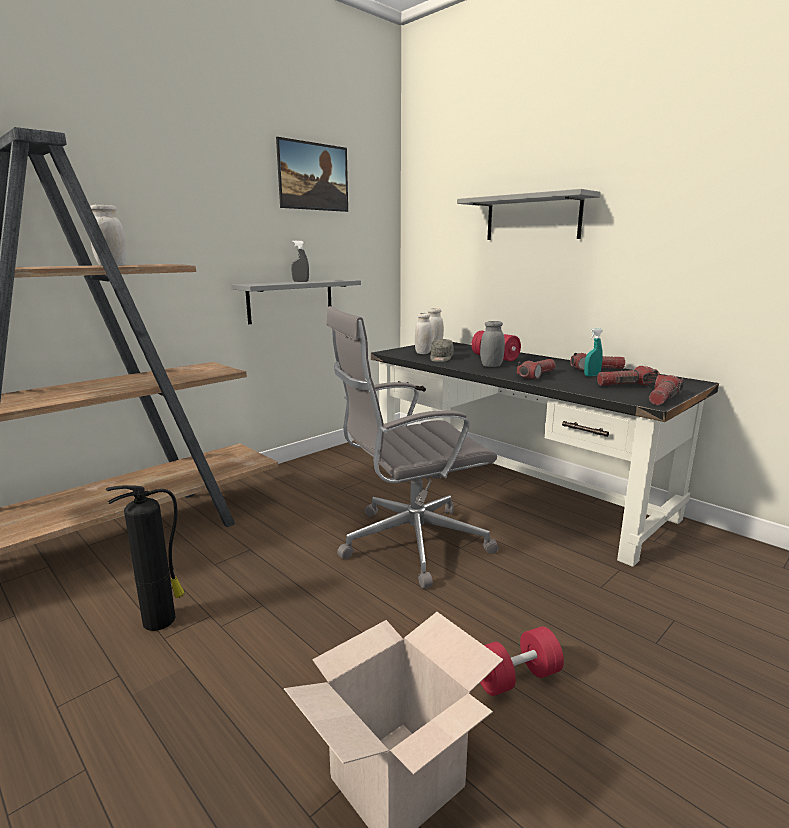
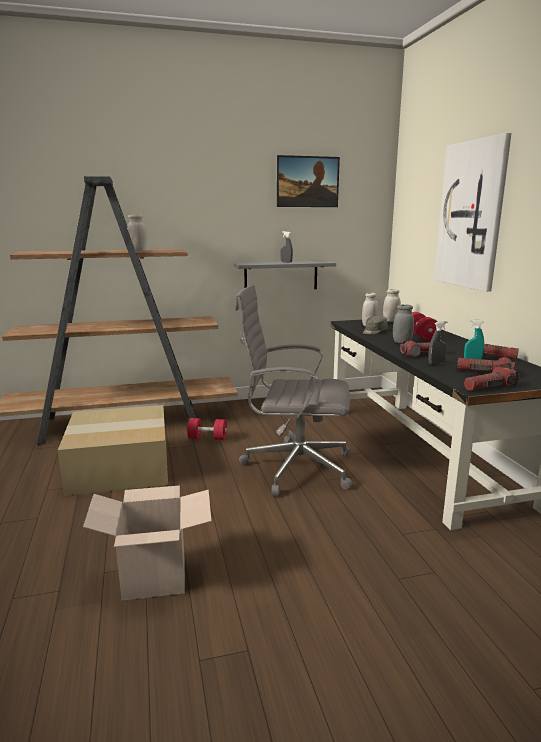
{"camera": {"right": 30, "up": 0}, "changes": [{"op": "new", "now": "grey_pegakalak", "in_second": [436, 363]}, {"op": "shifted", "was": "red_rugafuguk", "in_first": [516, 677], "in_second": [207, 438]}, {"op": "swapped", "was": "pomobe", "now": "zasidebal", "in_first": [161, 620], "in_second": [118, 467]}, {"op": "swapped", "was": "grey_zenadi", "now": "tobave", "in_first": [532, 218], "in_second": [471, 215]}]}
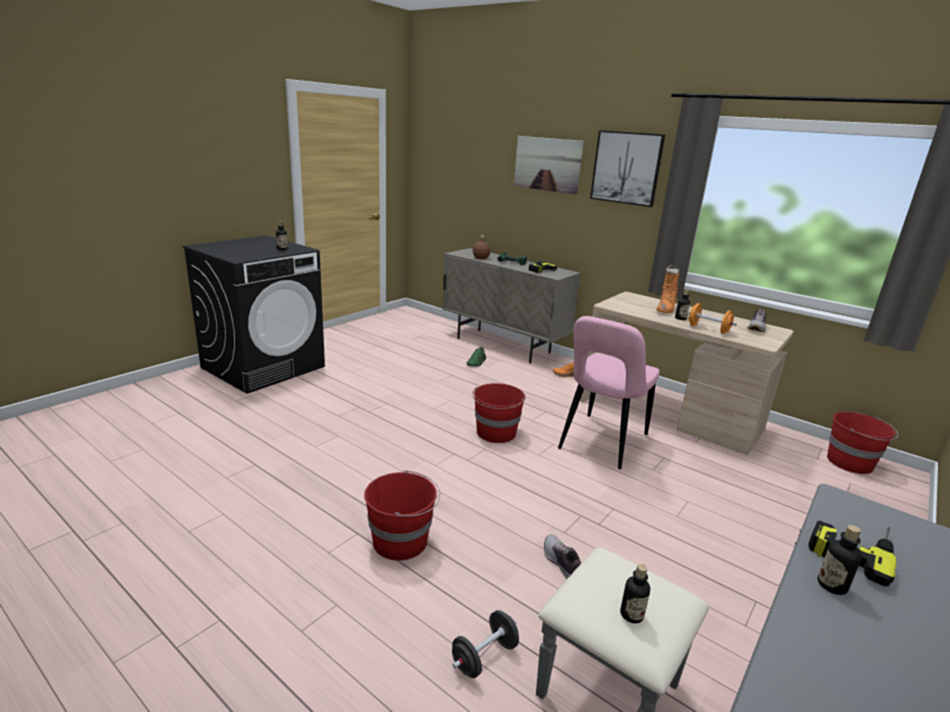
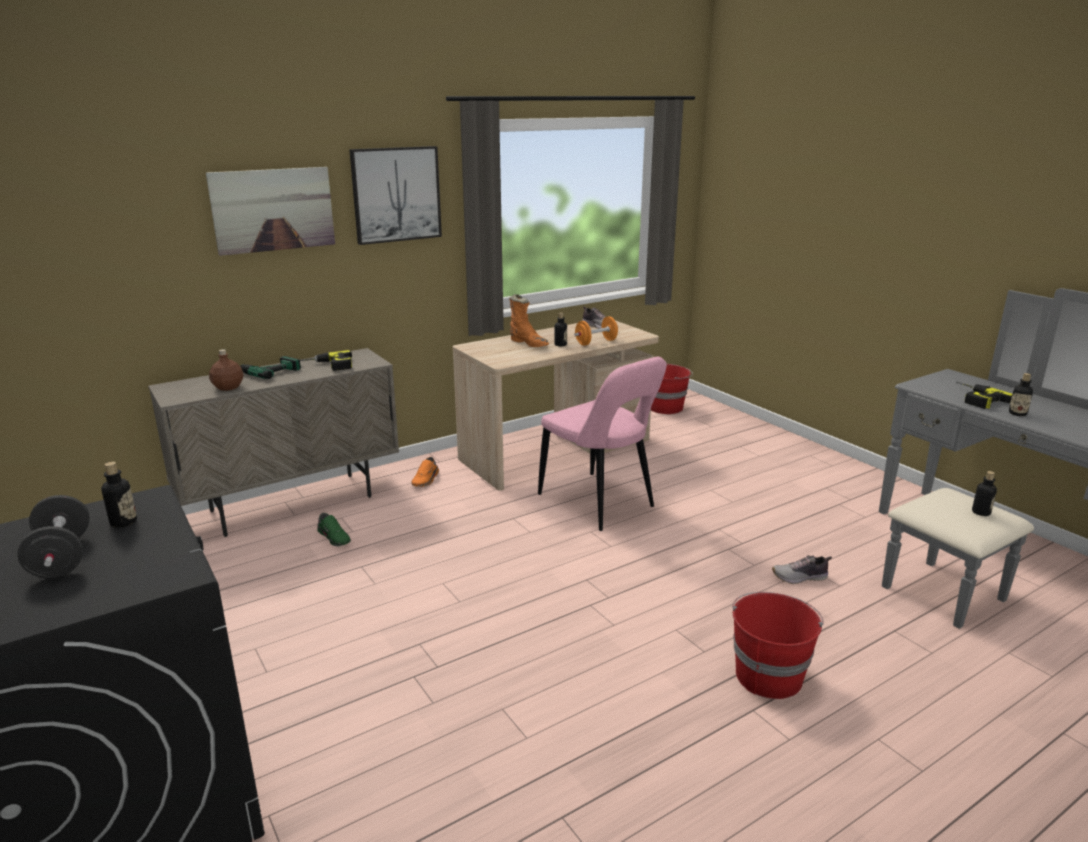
{"camera": {"right": -70, "up": 0}, "changes": [{"op": "gone", "was": "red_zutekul", "in_first": [496, 433]}, {"op": "shifted", "was": "black_rugafuguk", "in_first": [484, 657], "in_second": [61, 558]}]}
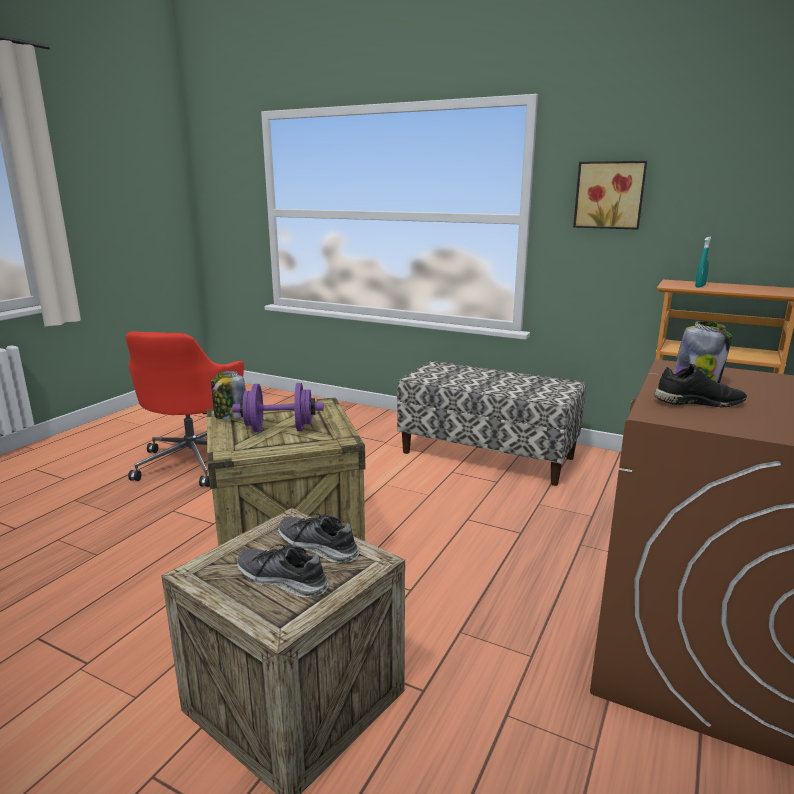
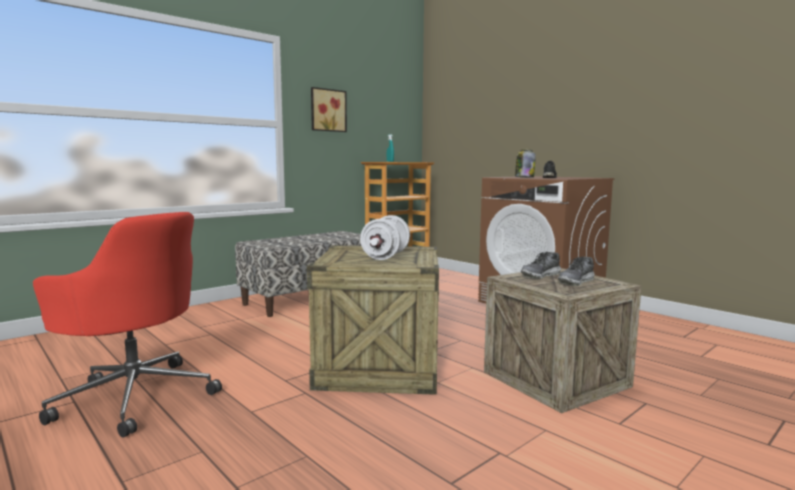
{"camera": {"right": -70, "up": -10}, "changes": [{"op": "gone", "was": "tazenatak", "in_first": [230, 416]}, {"op": "repainted", "was": "purple_rugafuguk", "now": "white_rugafuguk", "in_first": [279, 429], "in_second": [385, 256]}]}
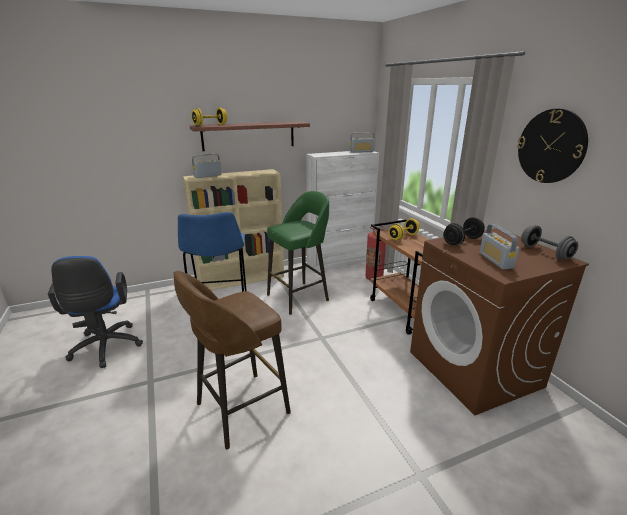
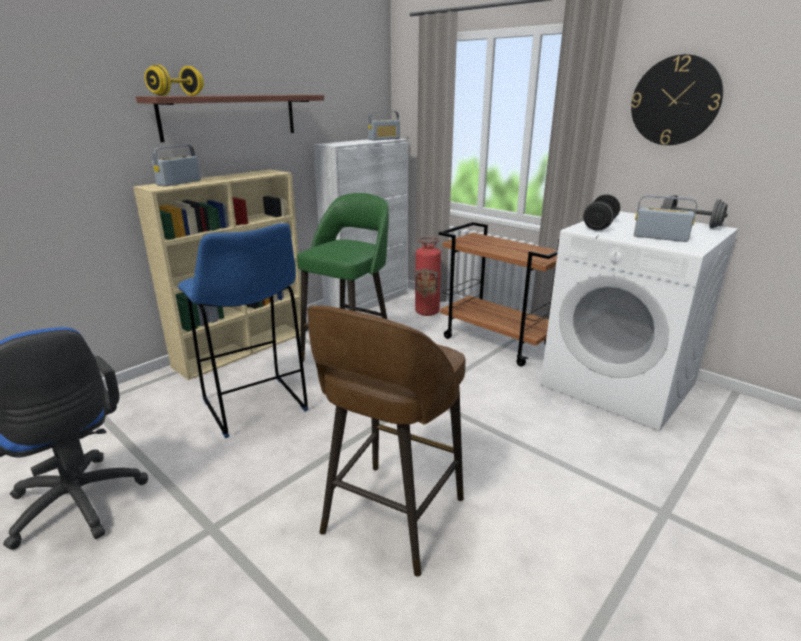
{"camera": {"right": -25, "up": 0}, "changes": [{"op": "gone", "was": "yellow_rugafuguk", "in_first": [403, 237]}, {"op": "repainted", "was": "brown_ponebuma", "now": "white_ponebuma", "in_first": [475, 369], "in_second": [619, 384]}, {"op": "rotated", "was": "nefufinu", "in_first": [496, 260], "in_second": [660, 237], "clockwise": 150}]}
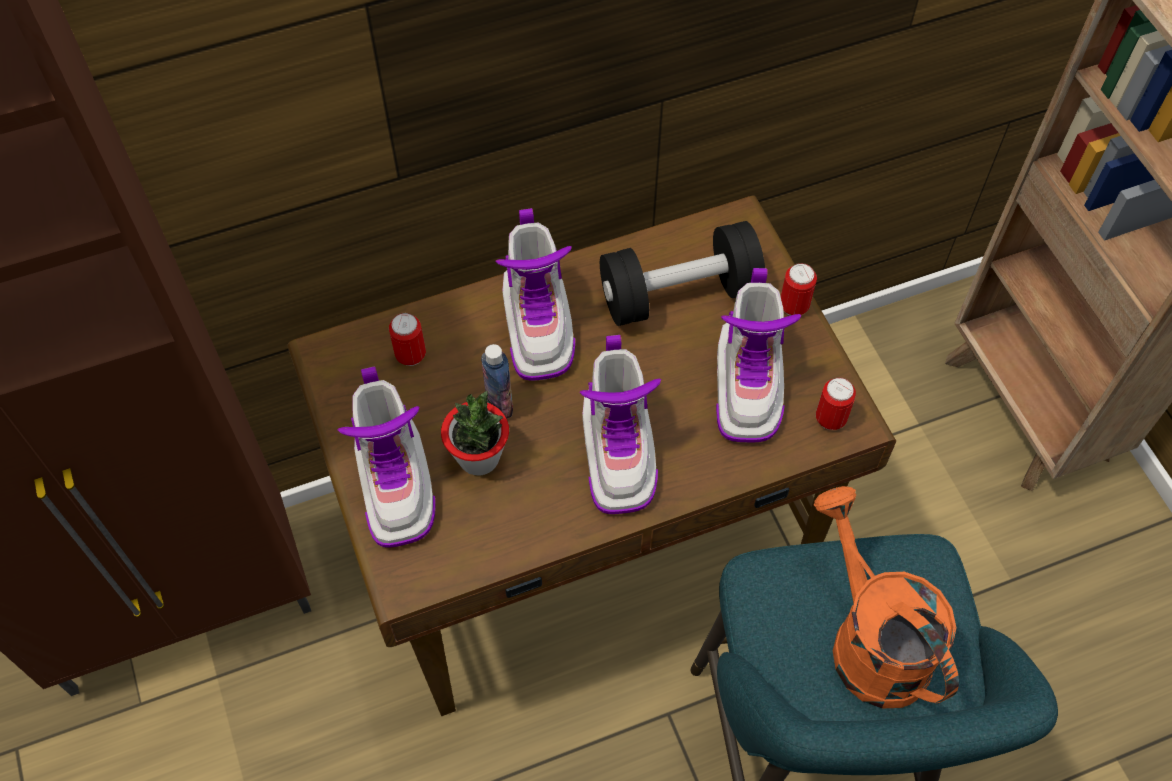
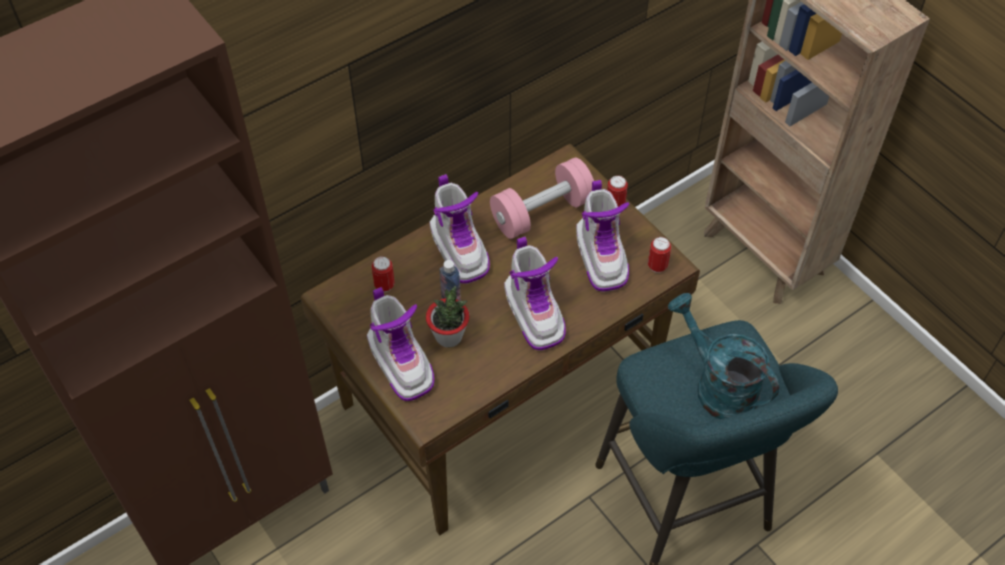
{"camera": {"right": -15, "up": -5}, "changes": [{"op": "repainted", "was": "black_rugafuguk", "now": "pink_rugafuguk", "in_first": [679, 294], "in_second": [542, 212]}, {"op": "repainted", "was": "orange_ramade", "now": "turquoise_ramade", "in_first": [869, 639], "in_second": [717, 386]}]}
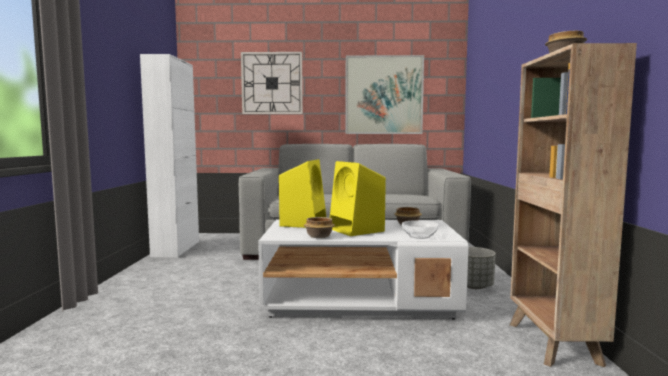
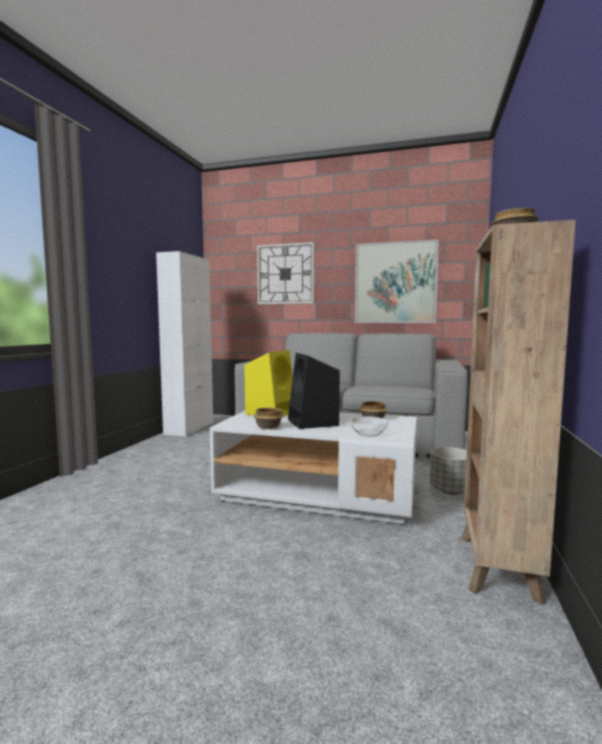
{"camera": {"right": 15, "up": 0}, "changes": [{"op": "repainted", "was": "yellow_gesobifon", "now": "black_gesobifon", "in_first": [357, 230], "in_second": [313, 423]}]}
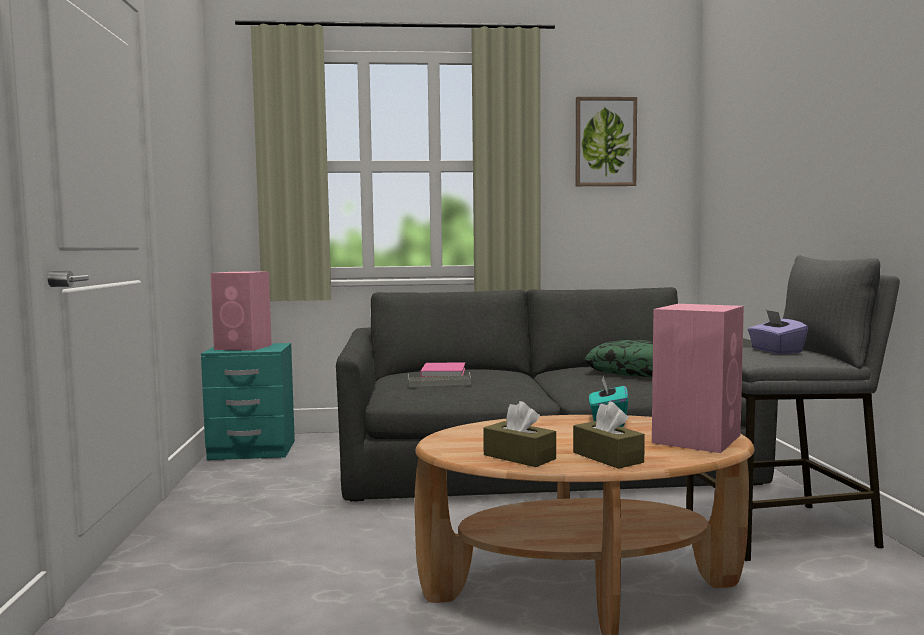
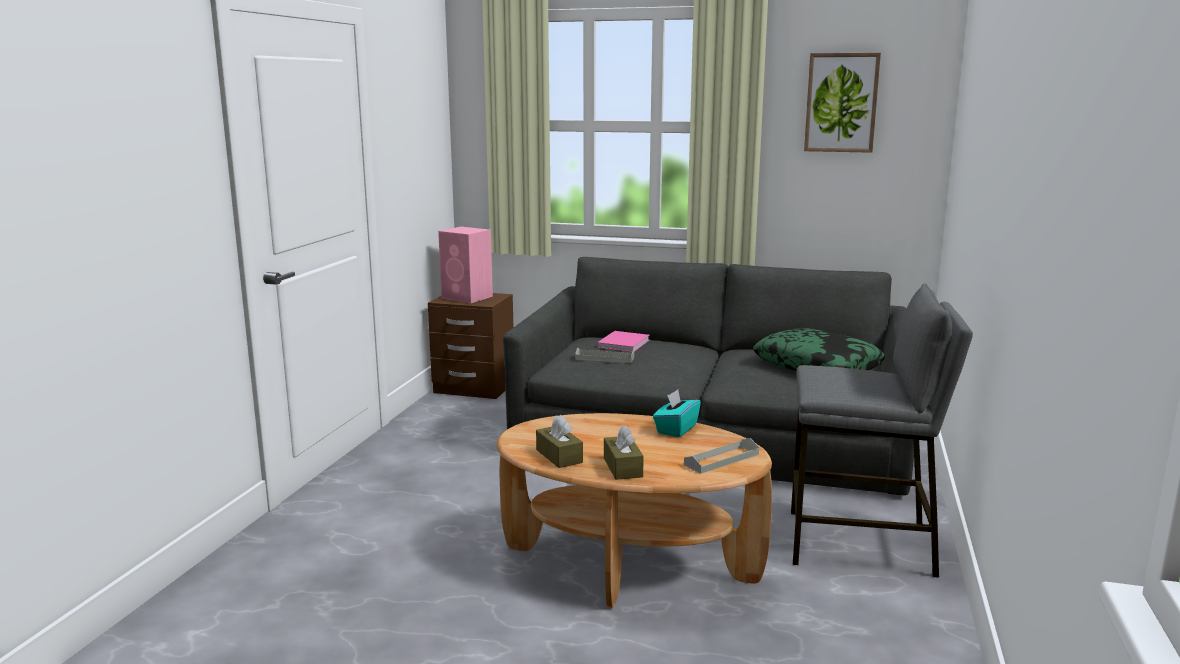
{"camera": {"right": 20, "up": 10}, "changes": [{"op": "gone", "was": "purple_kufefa", "in_first": [775, 351]}, {"op": "swapped", "was": "pink_gesobifon", "now": "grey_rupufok", "in_first": [697, 438], "in_second": [721, 459]}, {"op": "repainted", "was": "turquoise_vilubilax", "now": "brown_vilubilax", "in_first": [252, 450], "in_second": [474, 388]}]}
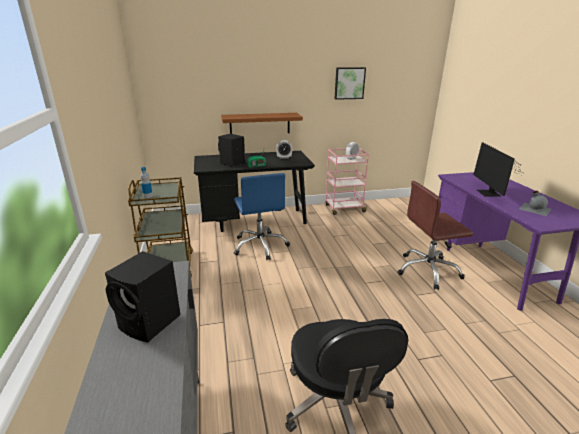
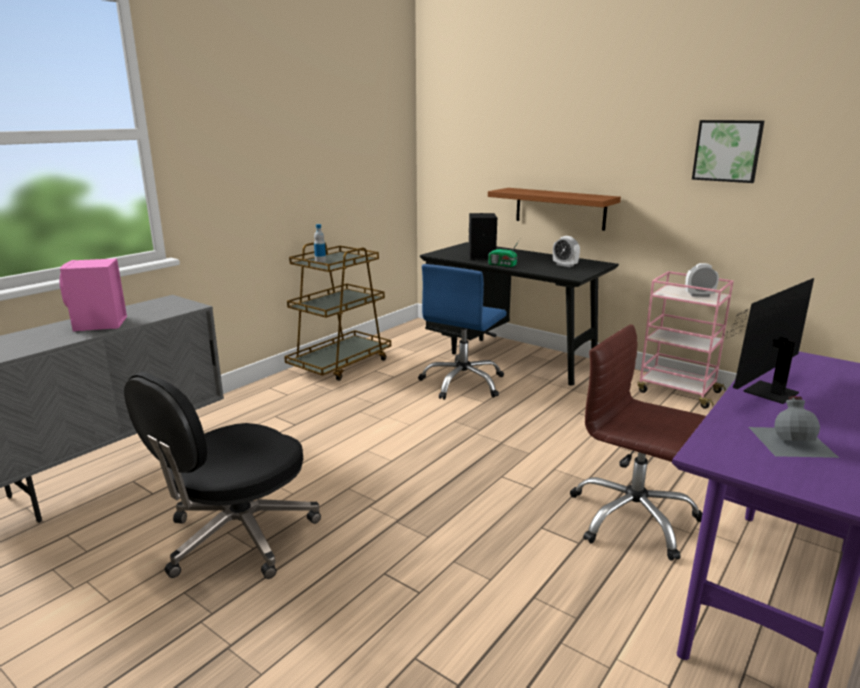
{"camera": {"right": 50, "up": -5}, "changes": [{"op": "repainted", "was": "black_gesobifon", "now": "pink_gesobifon", "in_first": [151, 323], "in_second": [99, 325]}]}
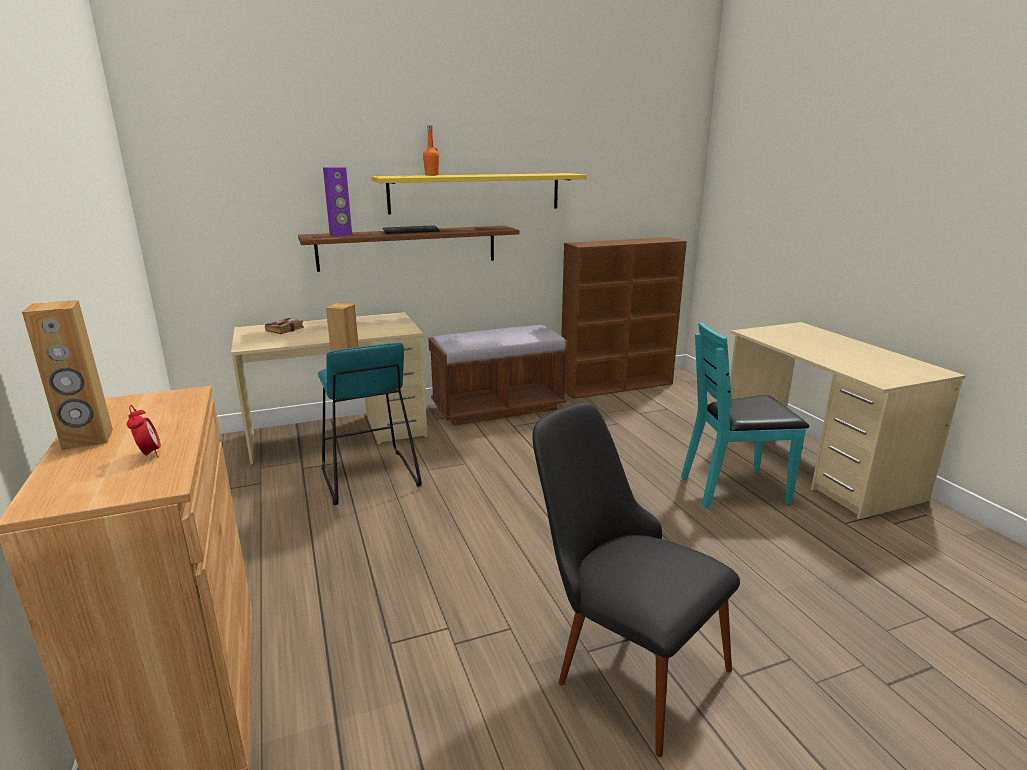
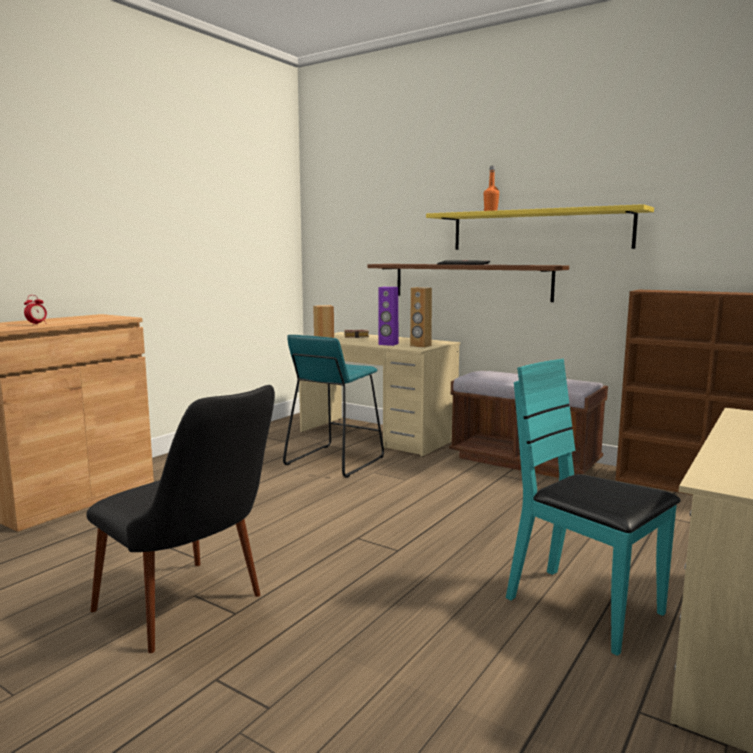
{"camera": {"right": 55, "up": -10}, "changes": [{"op": "shifted", "was": "brown_gesobifon", "in_first": [87, 439], "in_second": [420, 346]}, {"op": "shifted", "was": "purple_gesobifon", "in_first": [341, 234], "in_second": [388, 344]}, {"op": "rotated", "was": "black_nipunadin", "in_first": [621, 660], "in_second": [194, 612], "clockwise": 120}]}
